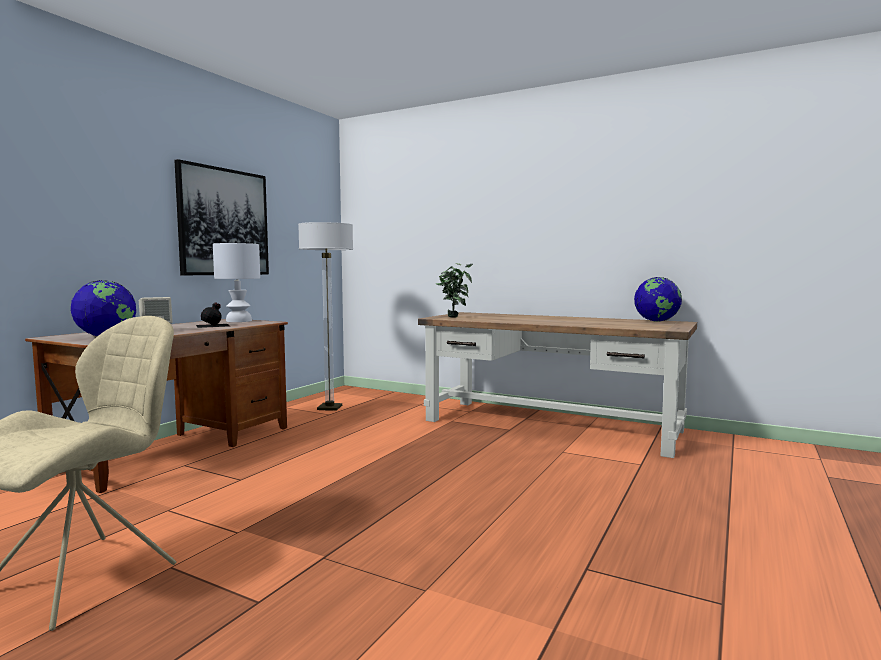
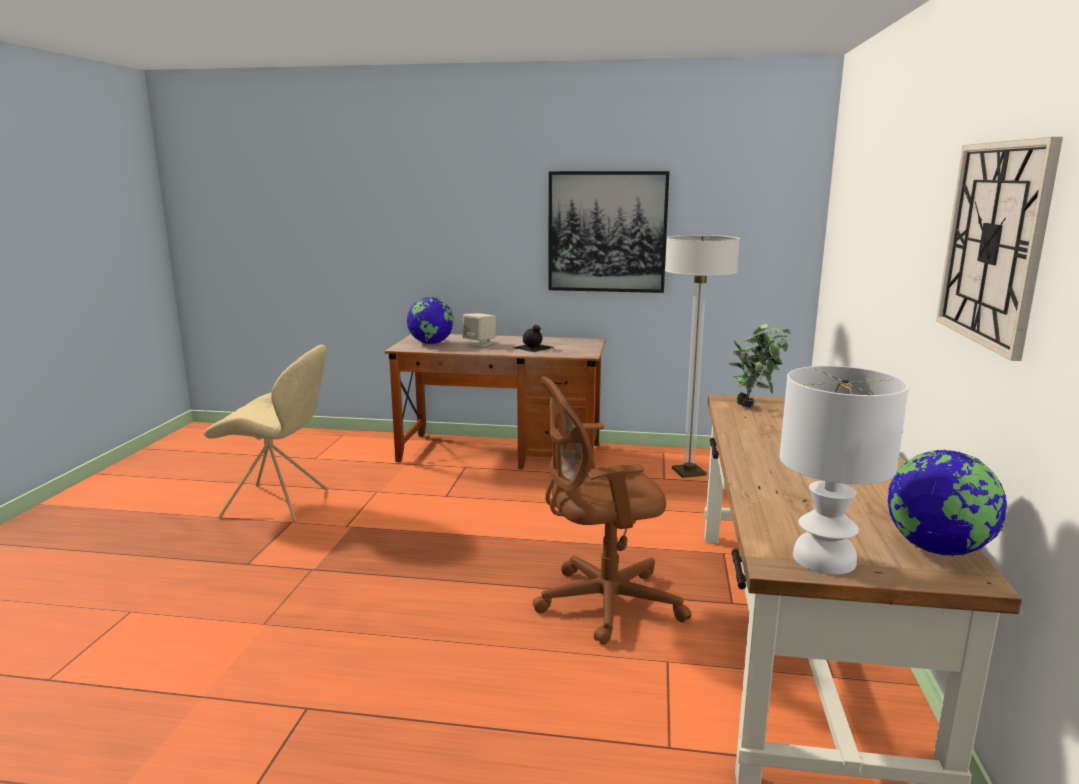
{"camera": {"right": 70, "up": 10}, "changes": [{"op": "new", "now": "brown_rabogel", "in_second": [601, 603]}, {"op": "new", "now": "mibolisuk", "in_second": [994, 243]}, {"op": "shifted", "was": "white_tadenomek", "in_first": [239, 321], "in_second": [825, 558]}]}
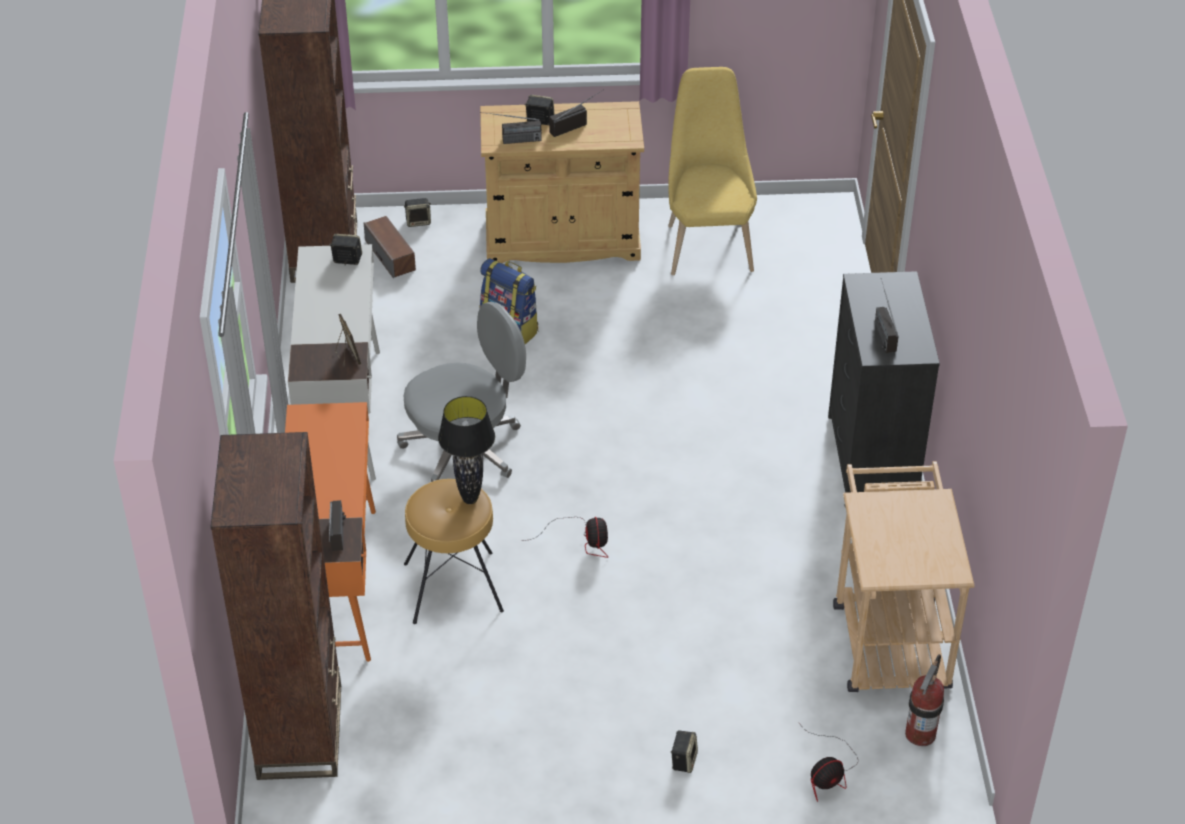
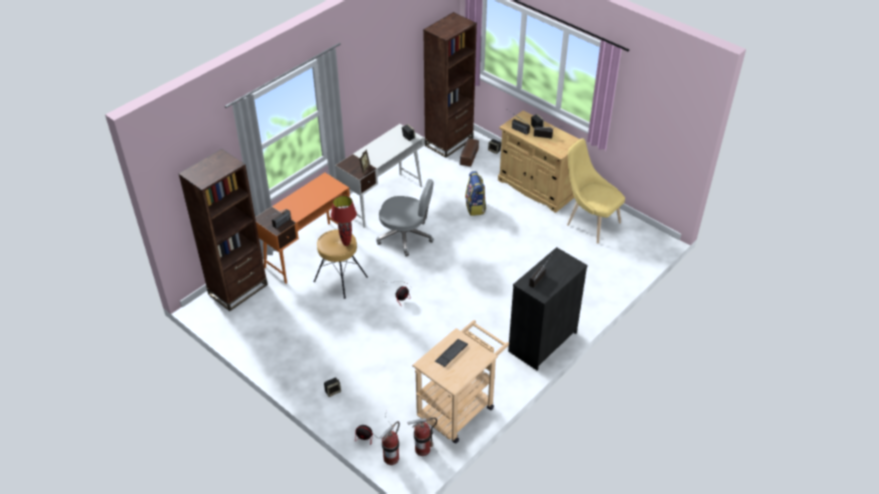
{"camera": {"right": 45, "up": 0}, "changes": [{"op": "new", "now": "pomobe", "in_second": [391, 458]}, {"op": "new", "now": "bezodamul", "in_second": [451, 353]}, {"op": "repainted", "was": "black_tadenomek", "now": "red_tadenomek", "in_first": [469, 499], "in_second": [346, 243]}, {"op": "rotated", "was": "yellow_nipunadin", "in_first": [707, 243], "in_second": [590, 222], "clockwise": -90}]}
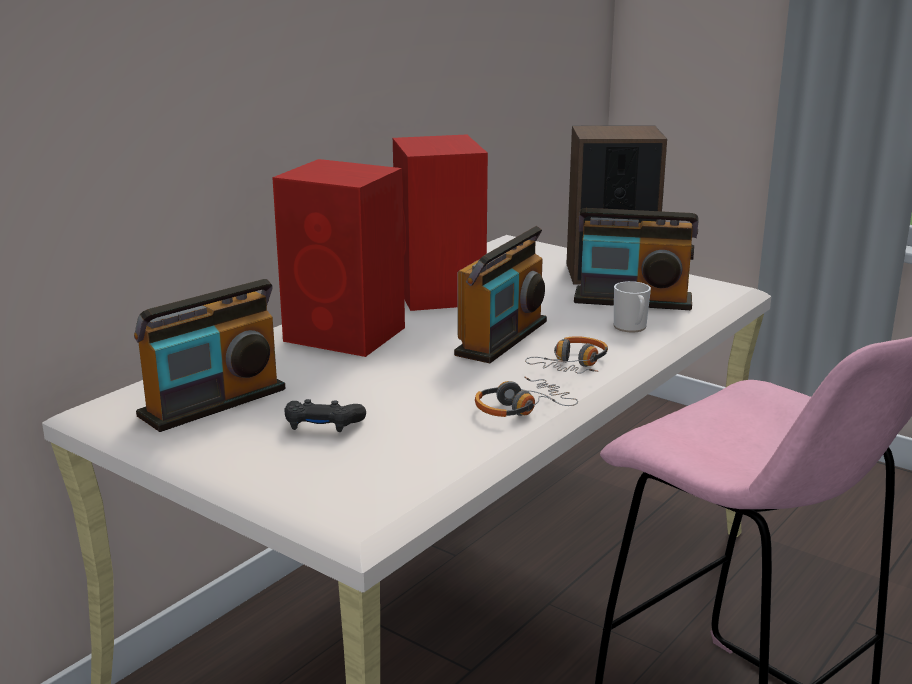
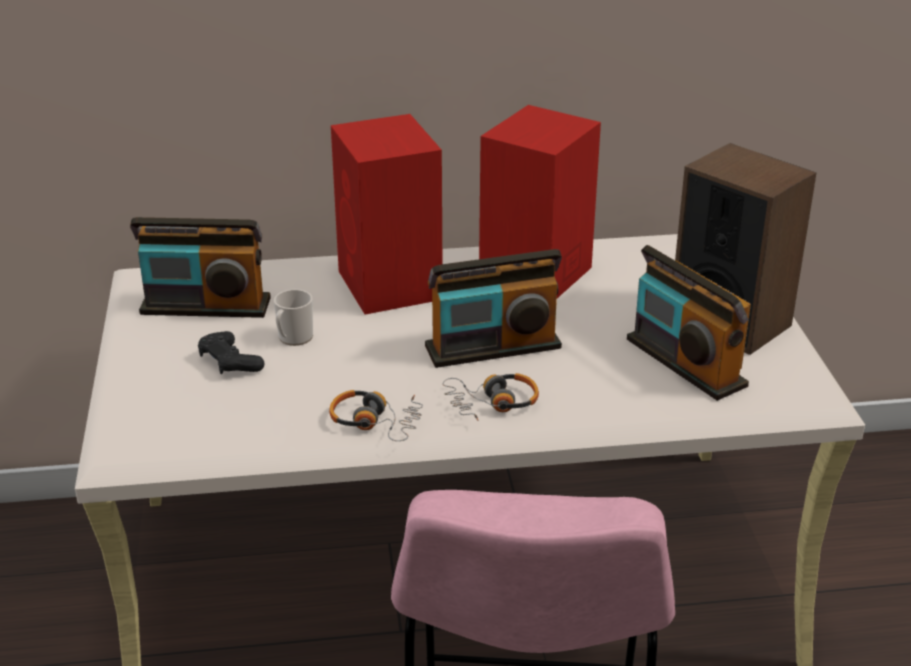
{"camera": {"right": 45, "up": 10}, "changes": [{"op": "shifted", "was": "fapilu", "in_first": [631, 328], "in_second": [293, 338]}]}
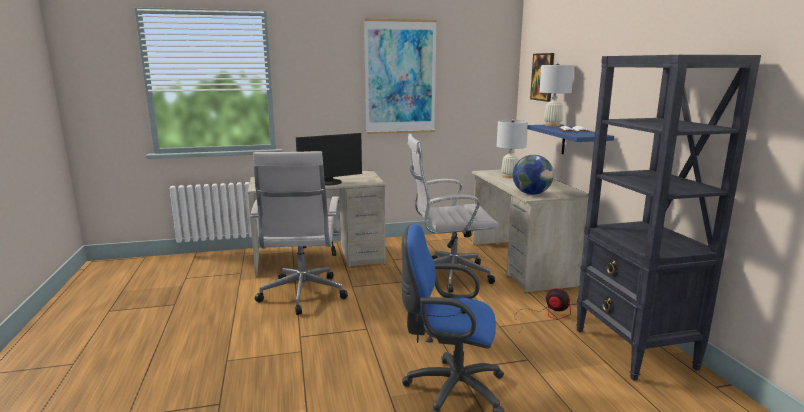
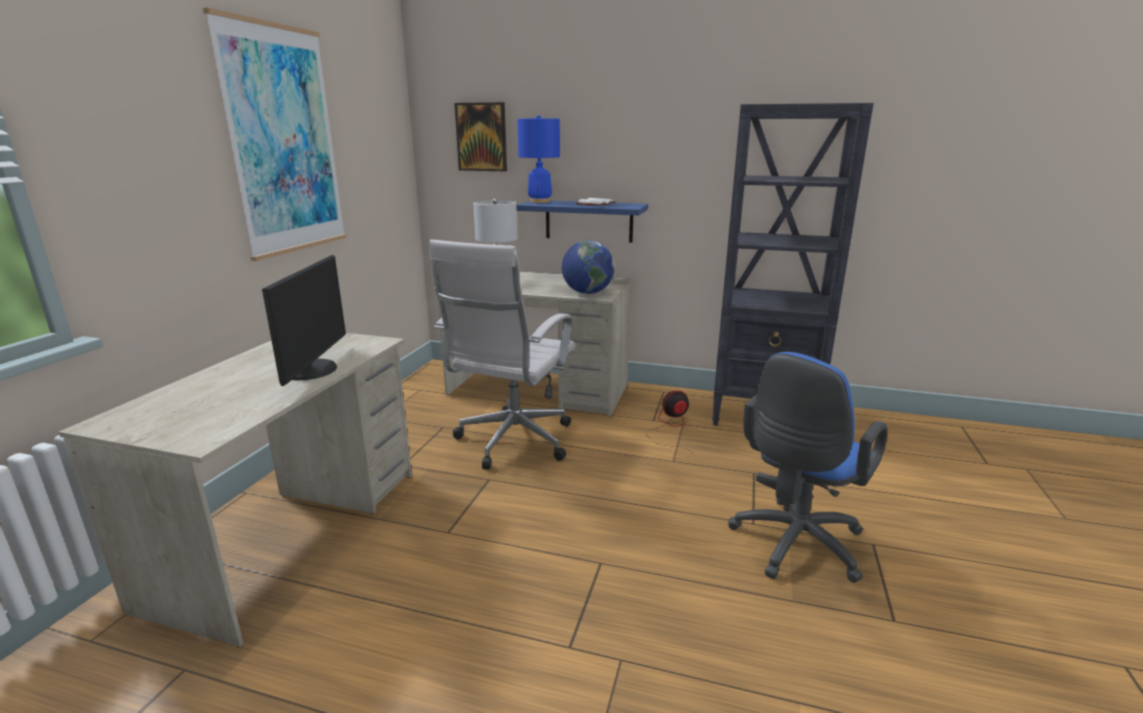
{"camera": {"right": -60, "up": 5}, "changes": [{"op": "gone", "was": "white_rabogel", "in_first": [302, 296]}, {"op": "repainted", "was": "white_tadenomek", "now": "blue_tadenomek", "in_first": [552, 125], "in_second": [540, 201]}]}
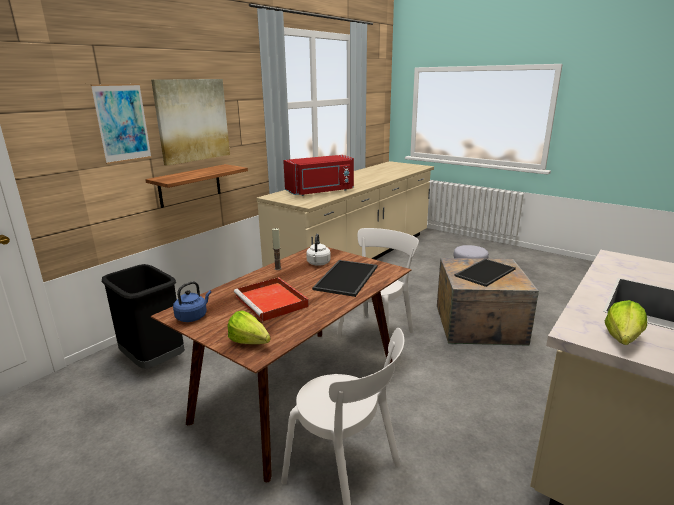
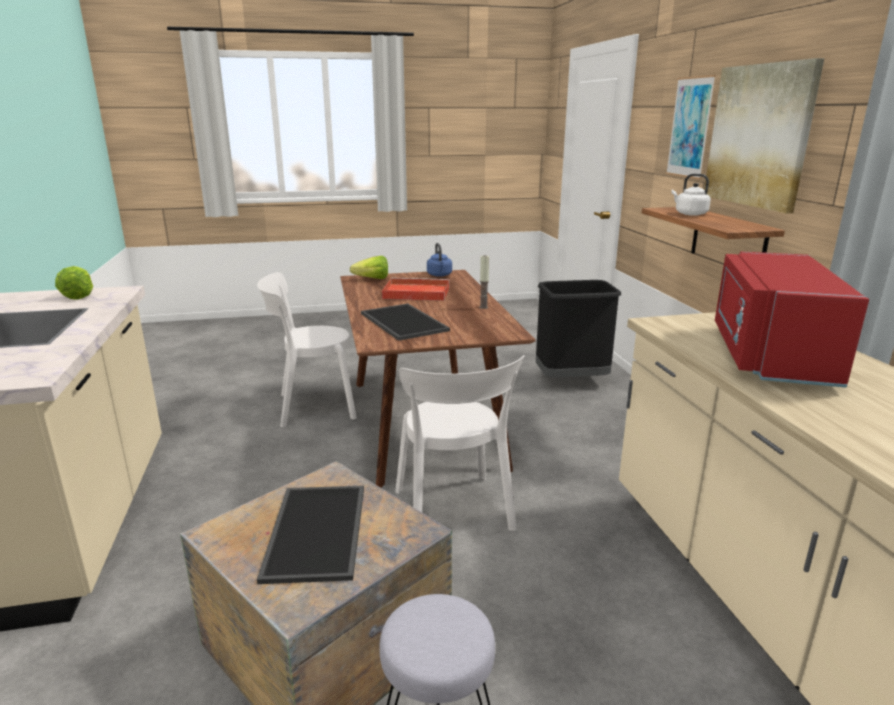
{"camera": {"right": 130, "up": 0}, "changes": [{"op": "shifted", "was": "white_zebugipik", "in_first": [318, 263], "in_second": [689, 214]}]}
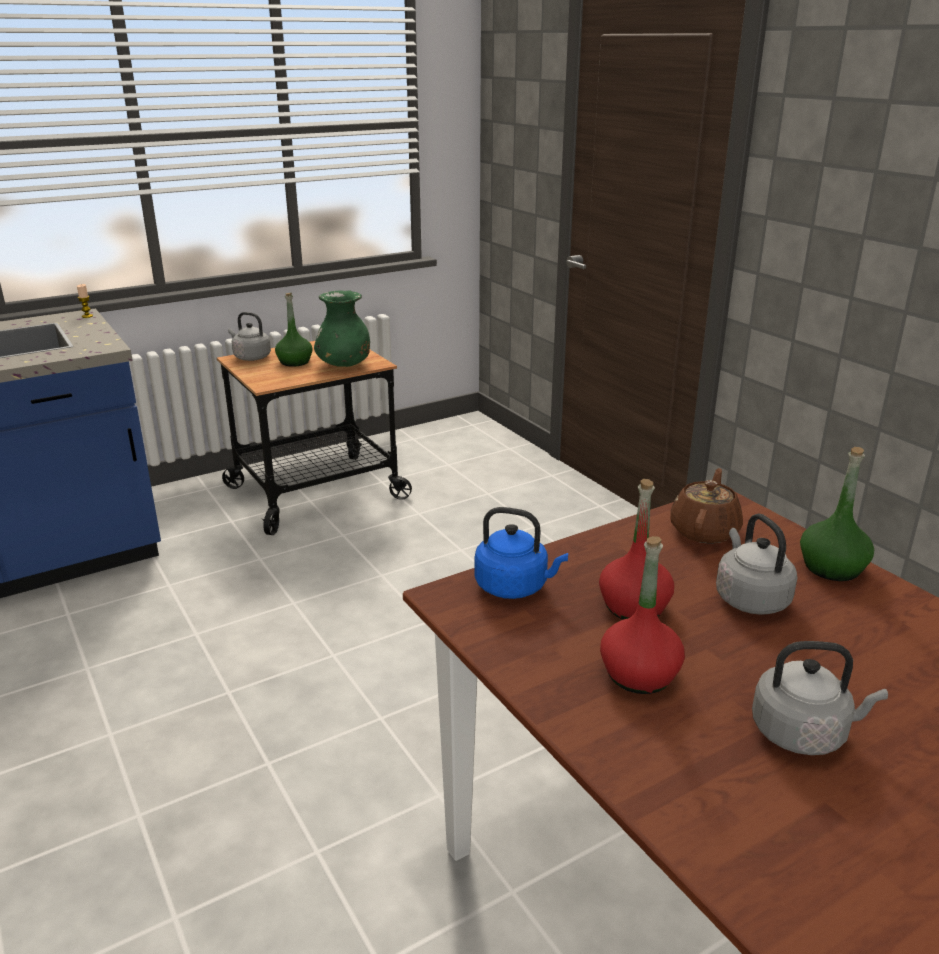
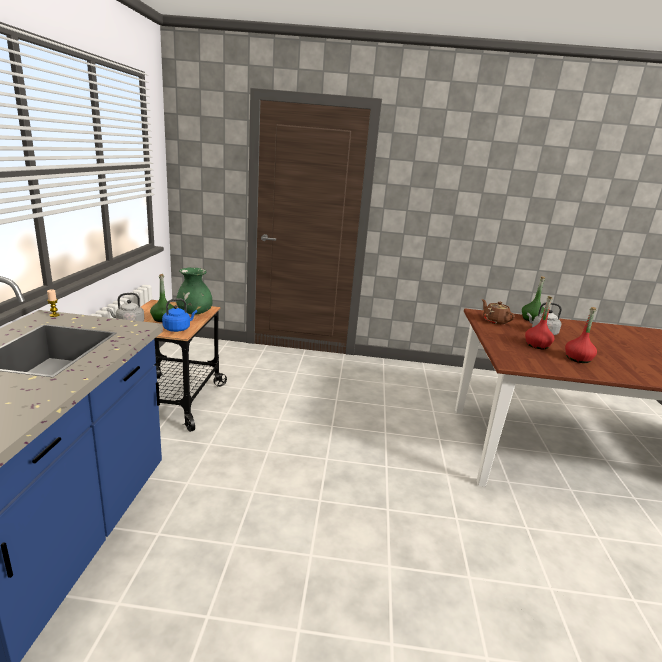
{"camera": {"right": -55, "up": -5}, "changes": [{"op": "gone", "was": "grey_zebugipik", "in_first": [803, 733]}, {"op": "shifted", "was": "blue_zebugipik", "in_first": [515, 587], "in_second": [178, 329]}]}
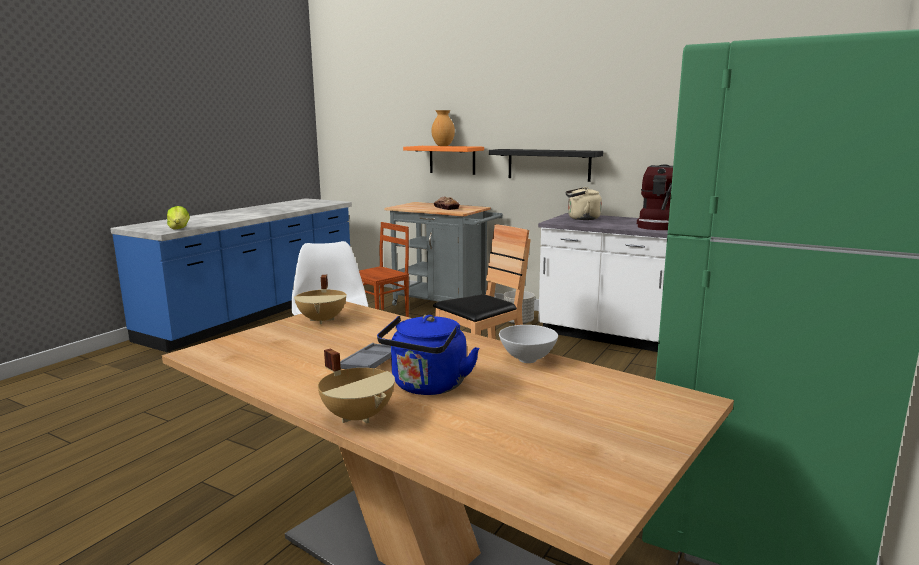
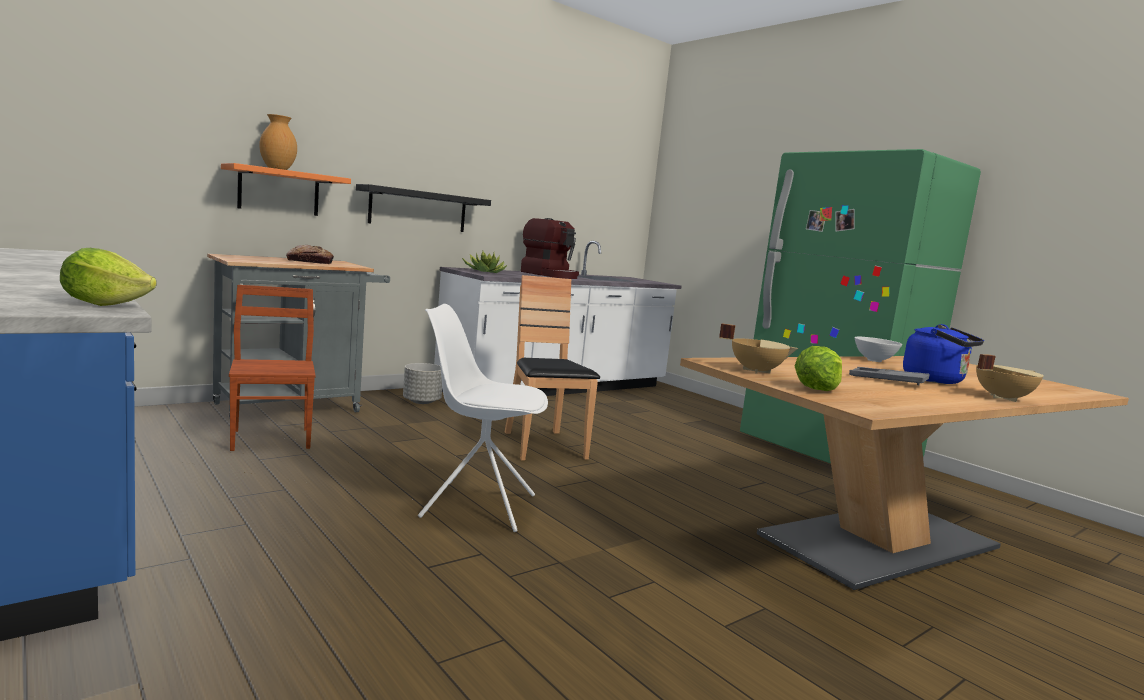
{"camera": {"right": -70, "up": -5}, "changes": [{"op": "new", "now": "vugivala", "in_second": [816, 389]}, {"op": "swapped", "was": "beige_zebugipik", "now": "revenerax", "in_first": [581, 218], "in_second": [484, 271]}]}
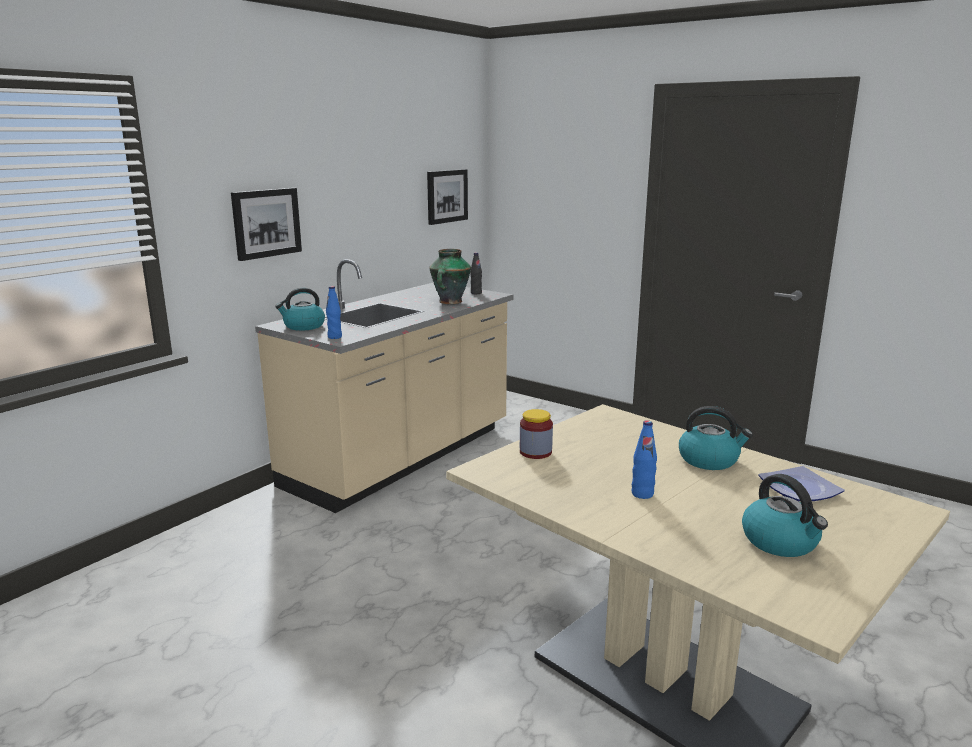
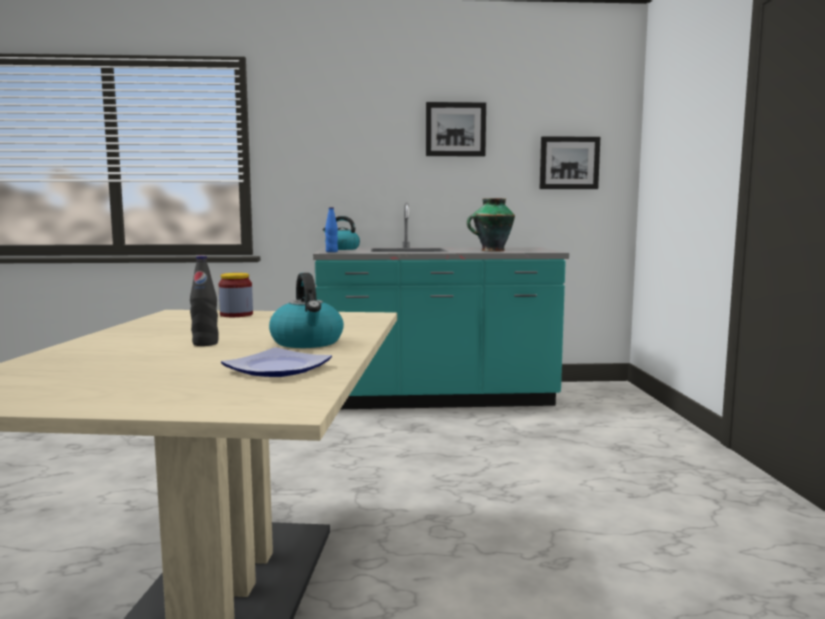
{"camera": {"right": 50, "up": -10}, "changes": [{"op": "gone", "was": "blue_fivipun", "in_first": [642, 494]}, {"op": "gone", "was": "zebugipik", "in_first": [781, 542]}, {"op": "shifted", "was": "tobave", "in_first": [266, 223], "in_second": [455, 129]}, {"op": "shifted", "was": "black_fivipun", "in_first": [476, 293], "in_second": [205, 344]}, {"op": "repainted", "was": "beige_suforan", "now": "turquoise_suforan", "in_first": [401, 457], "in_second": [436, 398]}]}
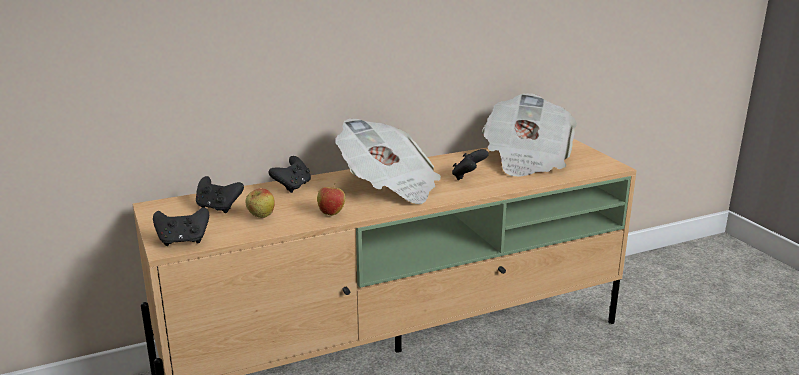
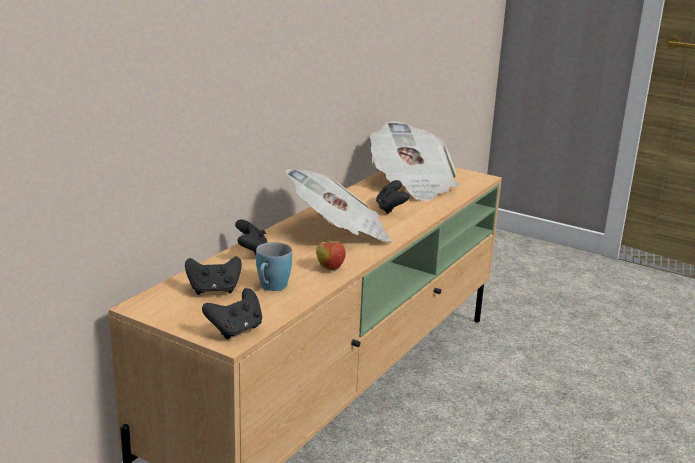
{"camera": {"right": -35, "up": 0}, "changes": [{"op": "swapped", "was": "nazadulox", "now": "blue_fapilu", "in_first": [261, 217], "in_second": [271, 288]}]}
